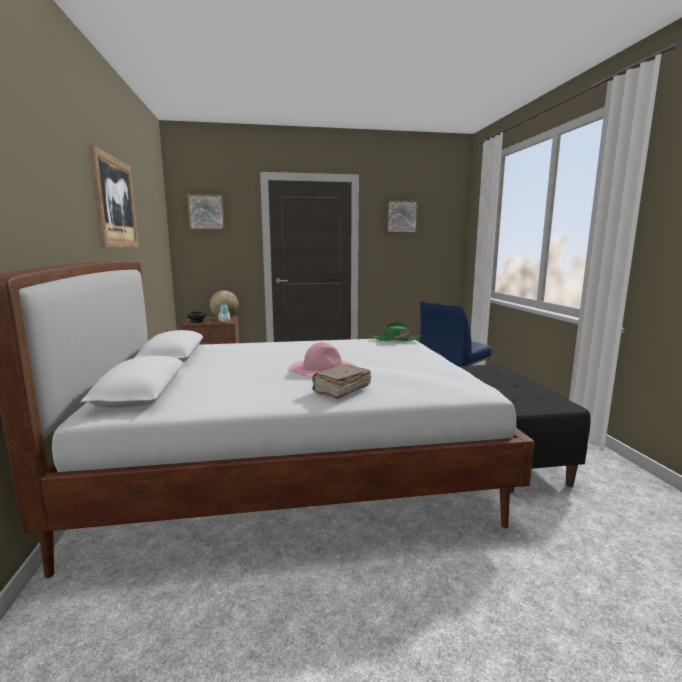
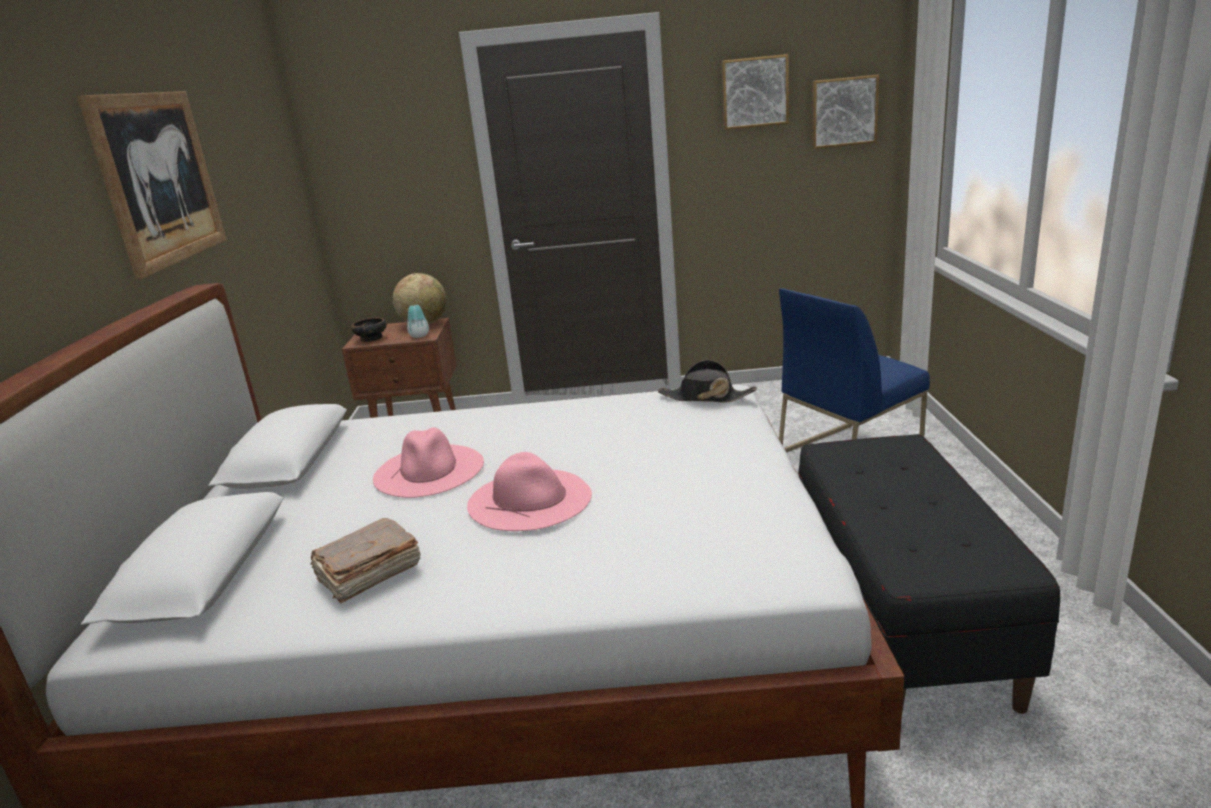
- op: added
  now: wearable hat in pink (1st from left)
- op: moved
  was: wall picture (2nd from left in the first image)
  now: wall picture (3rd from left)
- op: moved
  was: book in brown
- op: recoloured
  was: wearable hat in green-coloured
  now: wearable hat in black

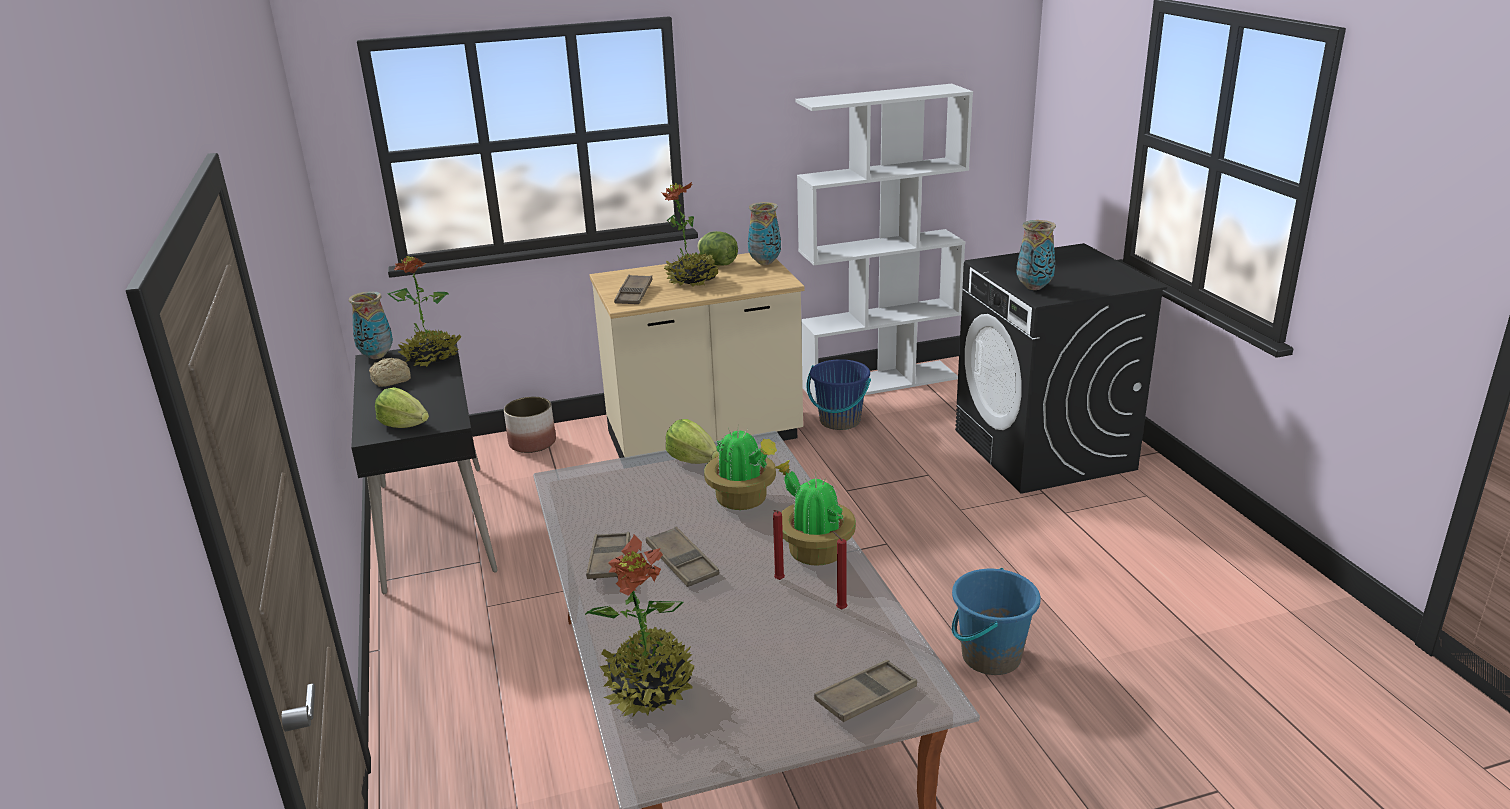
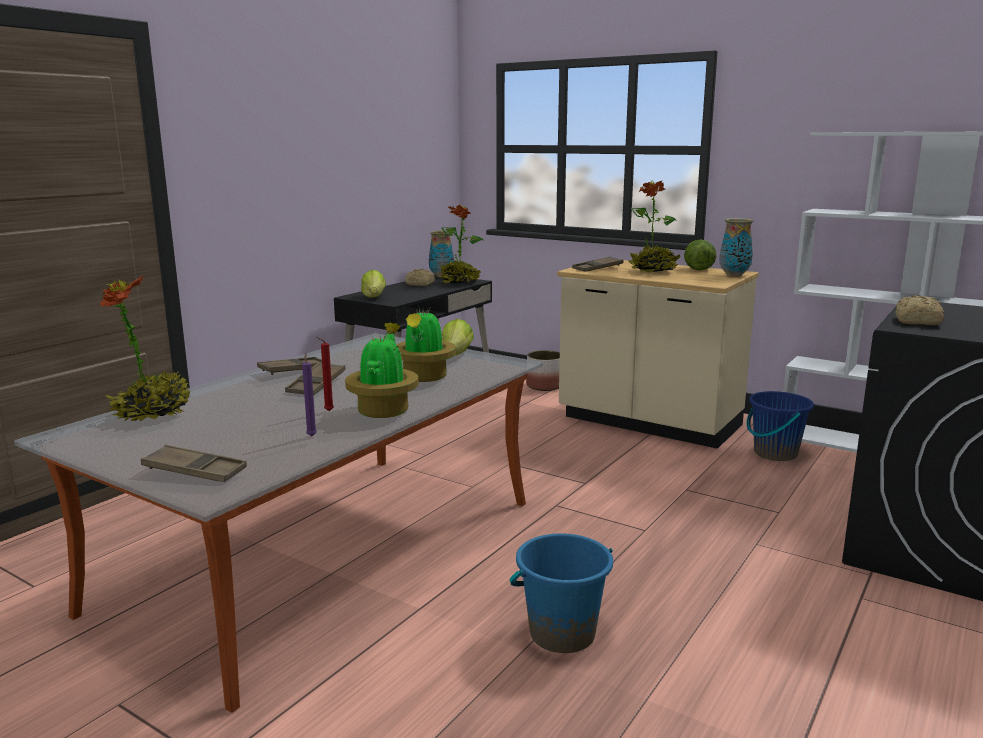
- op: replaced
  was: vase (3rd from left)
  now: bread (2nd from left)
- op: recoloured
  was: candle in red-coloured (2nd from left)
  now: candle in purplish

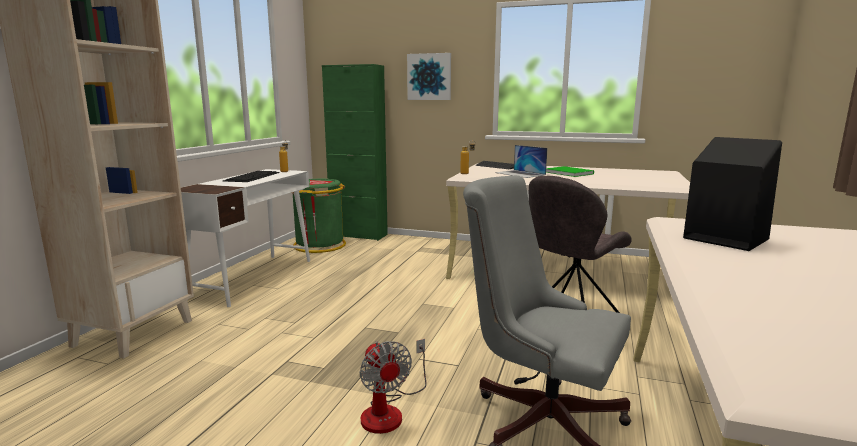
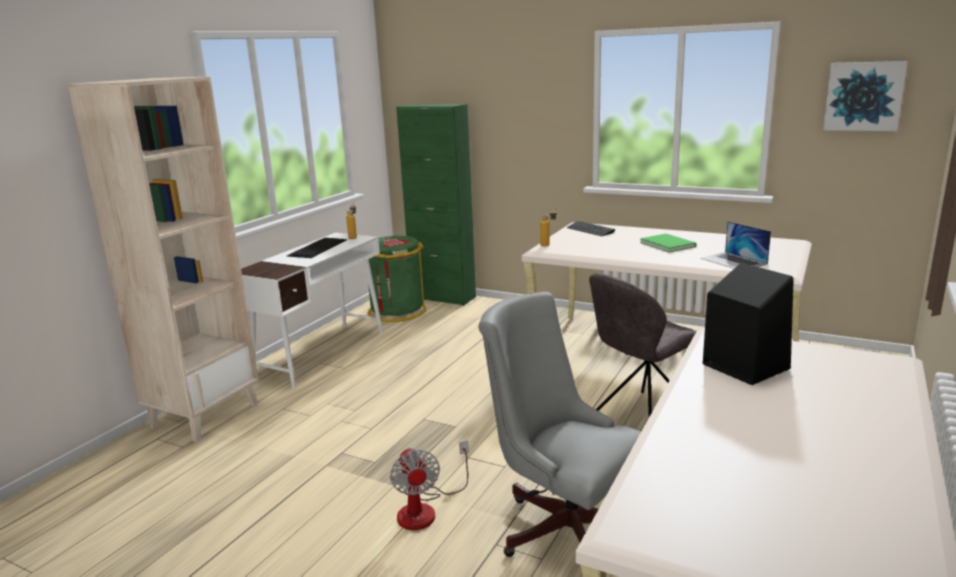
- op: moved
  was: wall picture
- op: moved
  was: portable computer

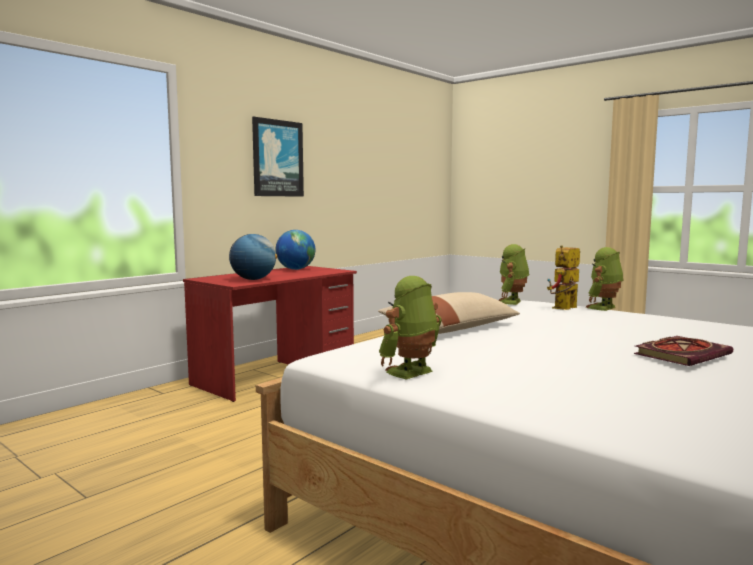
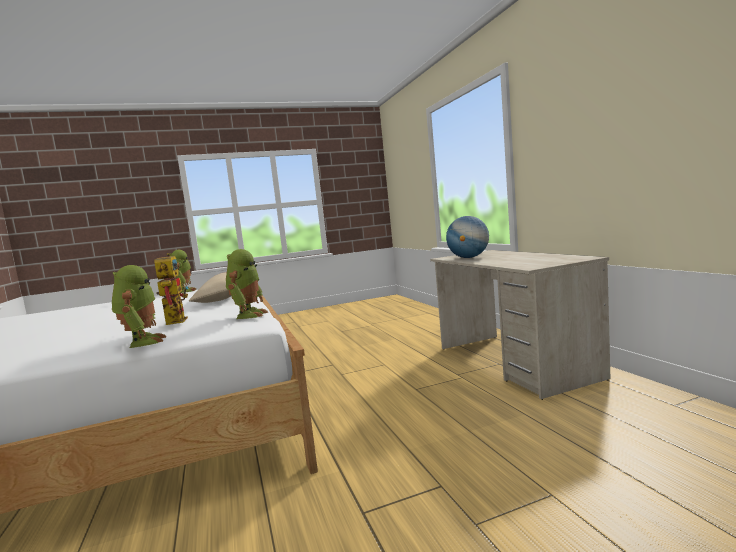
- op: removed
  was: wall picture
- op: removed
  was: world globe (2nd from left)
- op: removed
  was: book
- op: recoloured
  was: desk table in red-coloured
  now: desk table in beige-coloured
- op: turned
  was: model robot (2nd from left in the first image)
  clockwise: 45

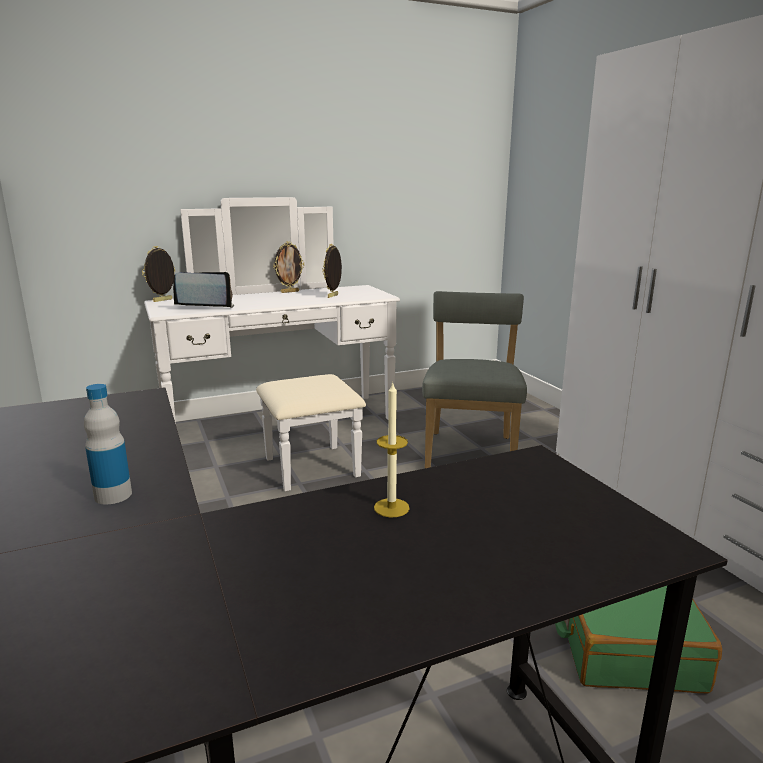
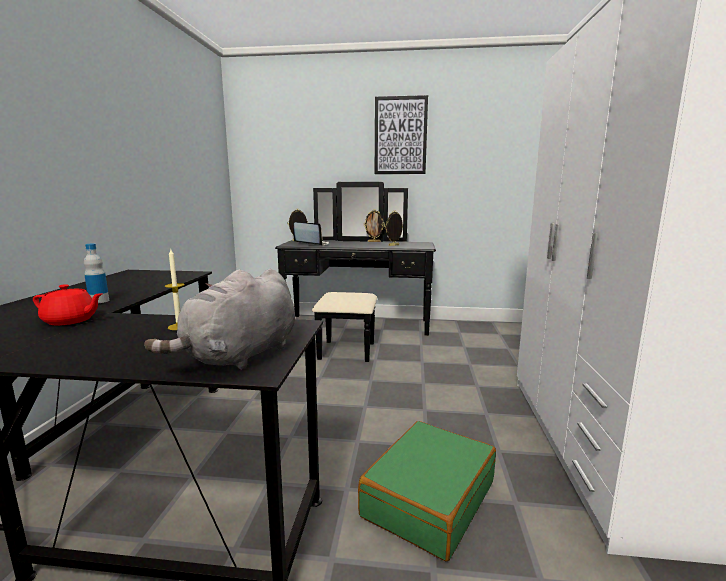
- op: removed
  was: plain chair in greyish
- op: added
  now: tea pot in red-coloured
- op: added
  now: plush toy in greyish
- op: added
  now: wall picture
- op: recoloured
  was: dresser in white-coloured
  now: dresser in black

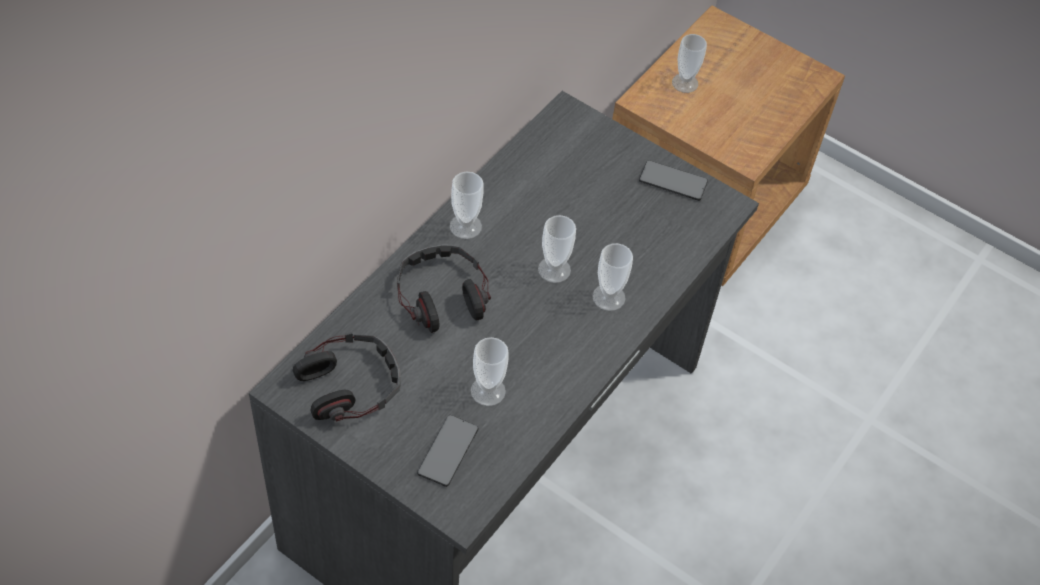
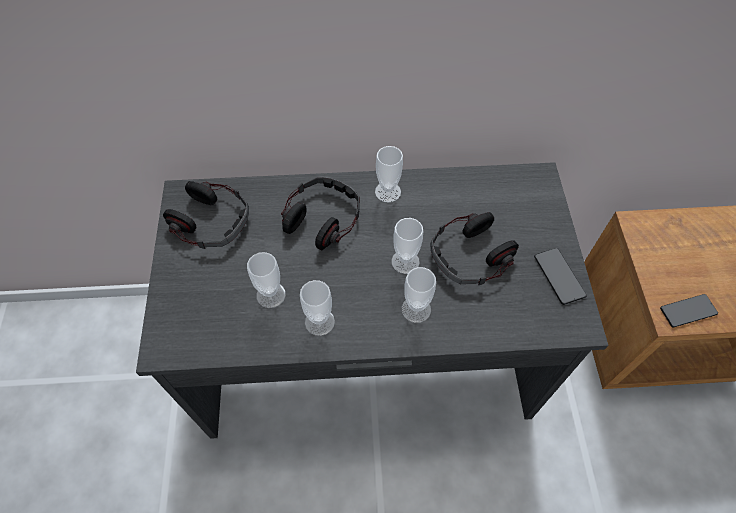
- op: added
  now: headphones (3rd from left)
- op: moved
  was: phone (1st from left in the first image)
  now: phone (2nd from left)
- op: moved
  was: cup (5th from left in the first image)
  now: cup (2nd from left)

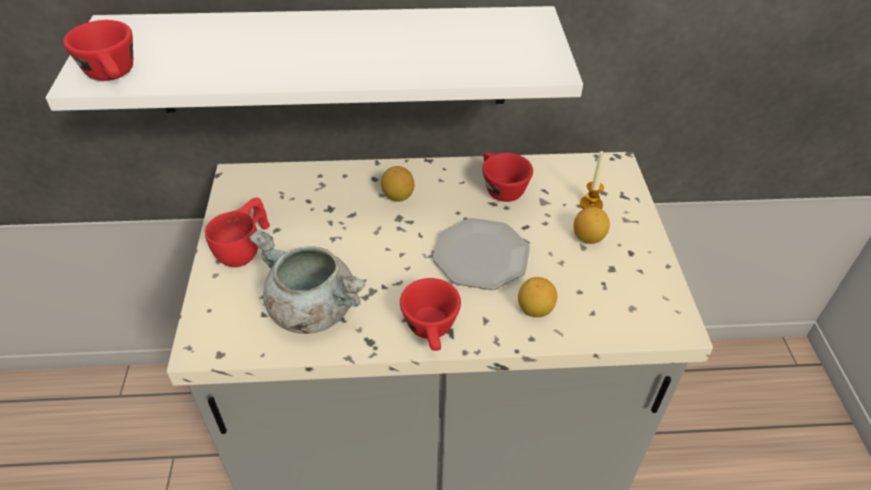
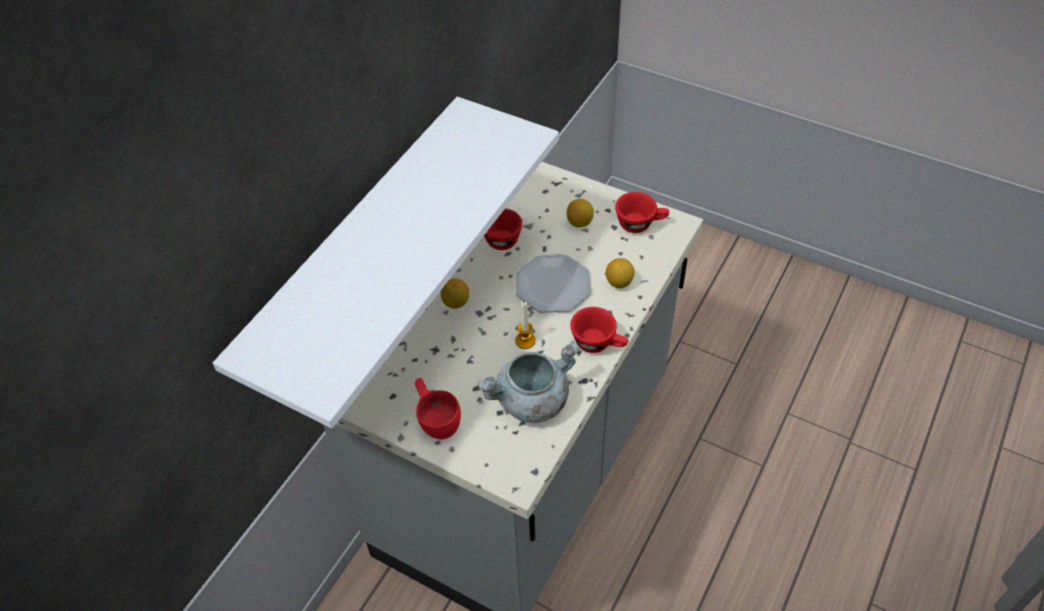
- op: moved
  was: cup in red-coloured (1st from left in the first image)
  now: cup in red-coloured (4th from left)
- op: moved
  was: candle

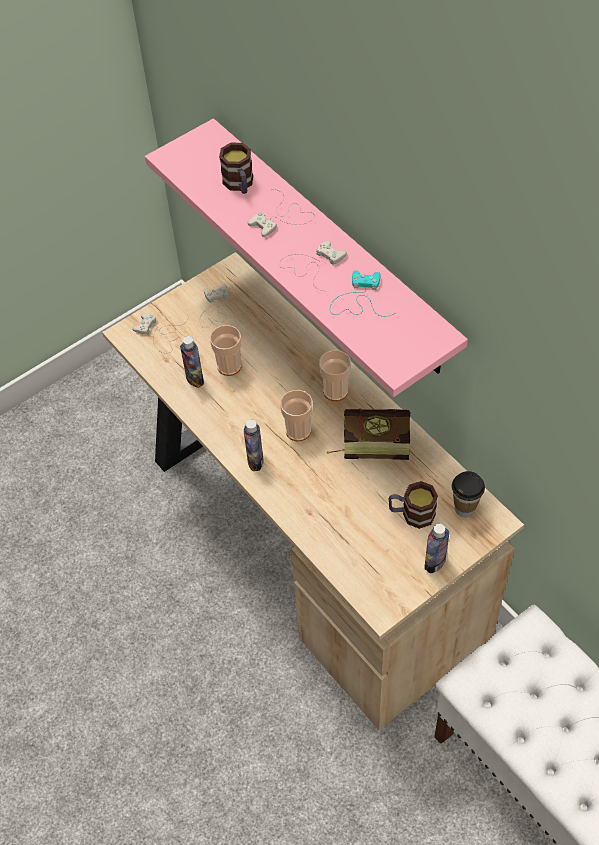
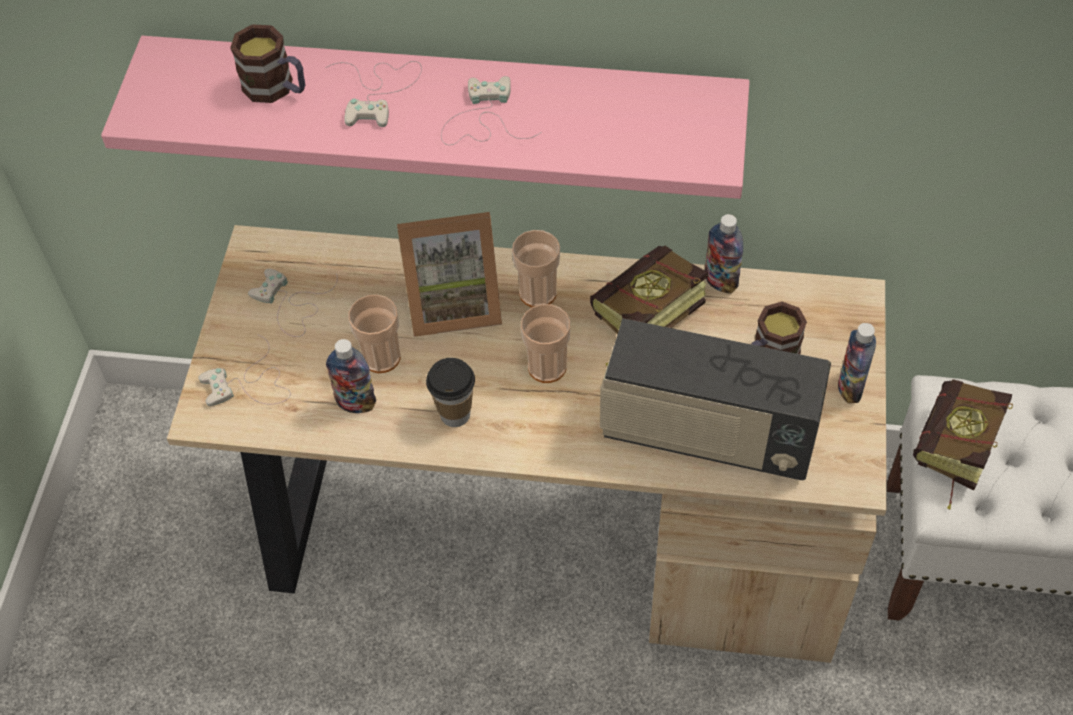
- op: removed
  was: joypad in turquoise-coloured
- op: added
  now: picture frame
- op: added
  now: radio
- op: added
  now: book (2nd from left)
- op: moved
  was: drink bottle (2nd from left)
- op: moved
  was: cup (4th from left in the first image)
  now: cup (2nd from left)

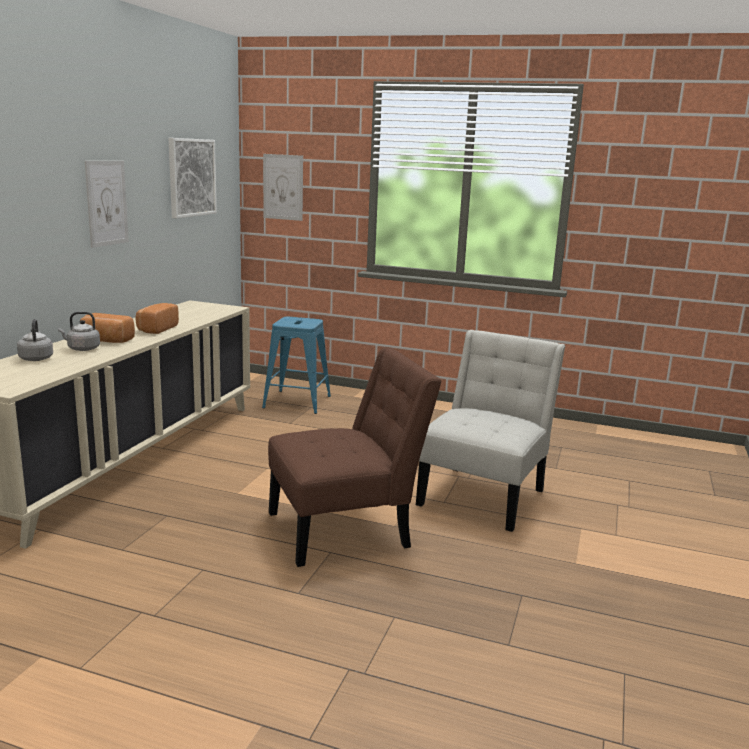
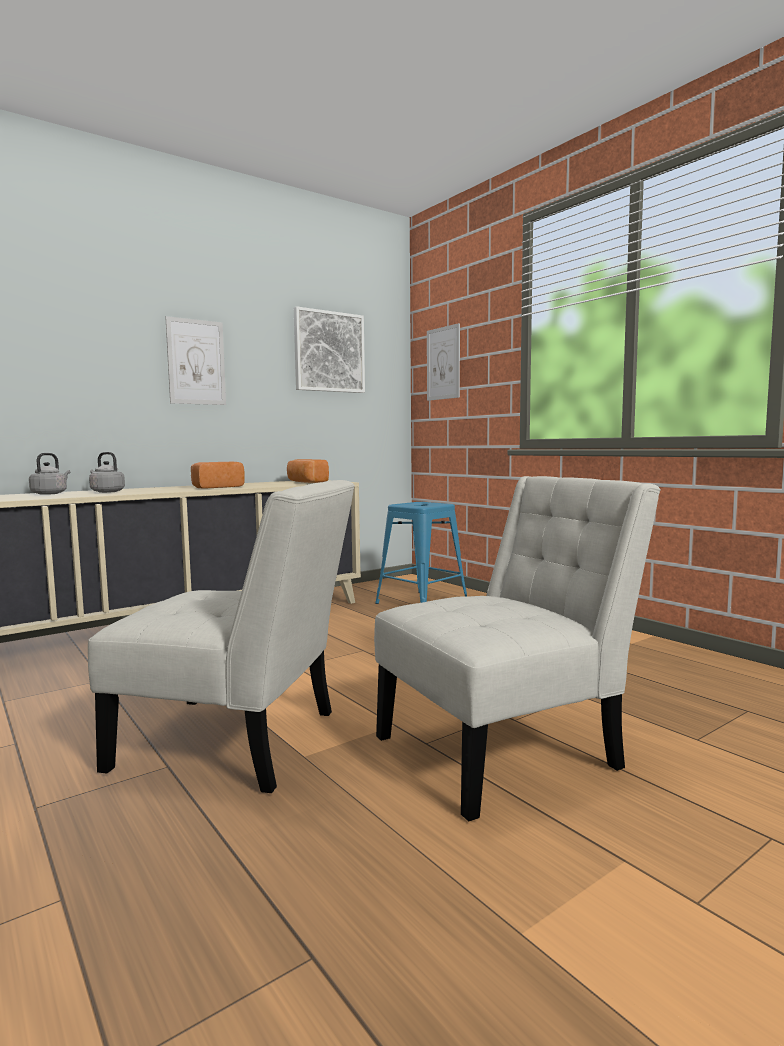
- op: moved
  was: bread (1st from left in the first image)
  now: bread (2nd from left)
- op: recoloured
  was: plain chair in brown
  now: plain chair in white-coloured (1st from left)

